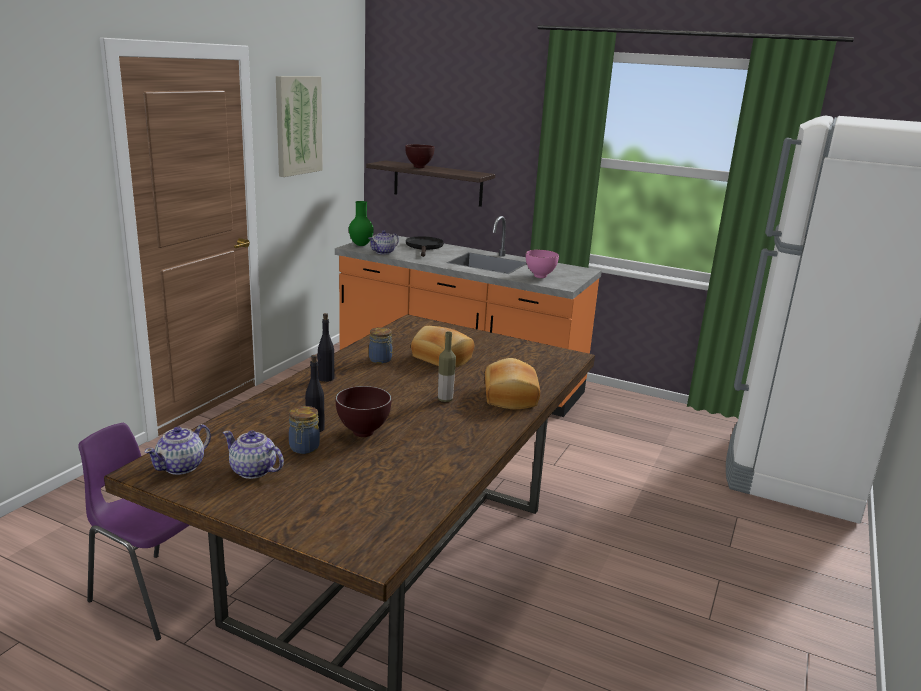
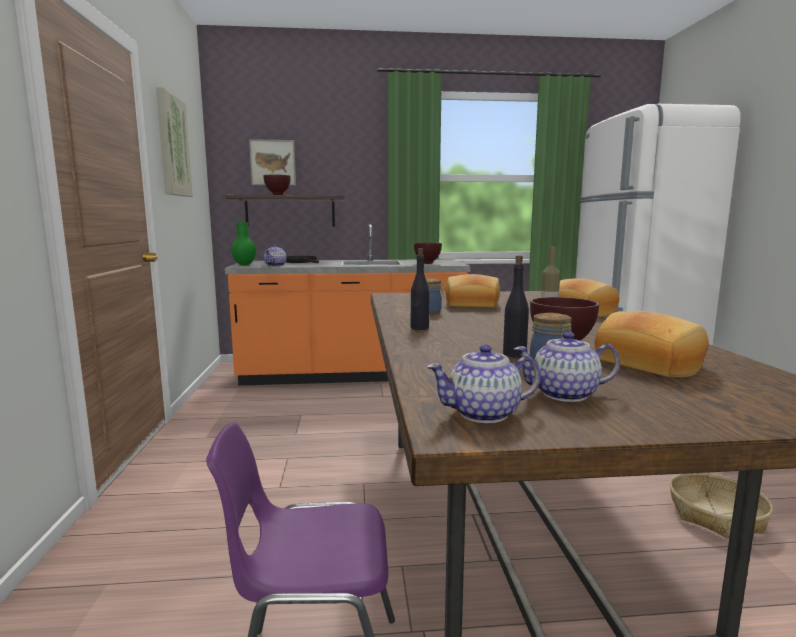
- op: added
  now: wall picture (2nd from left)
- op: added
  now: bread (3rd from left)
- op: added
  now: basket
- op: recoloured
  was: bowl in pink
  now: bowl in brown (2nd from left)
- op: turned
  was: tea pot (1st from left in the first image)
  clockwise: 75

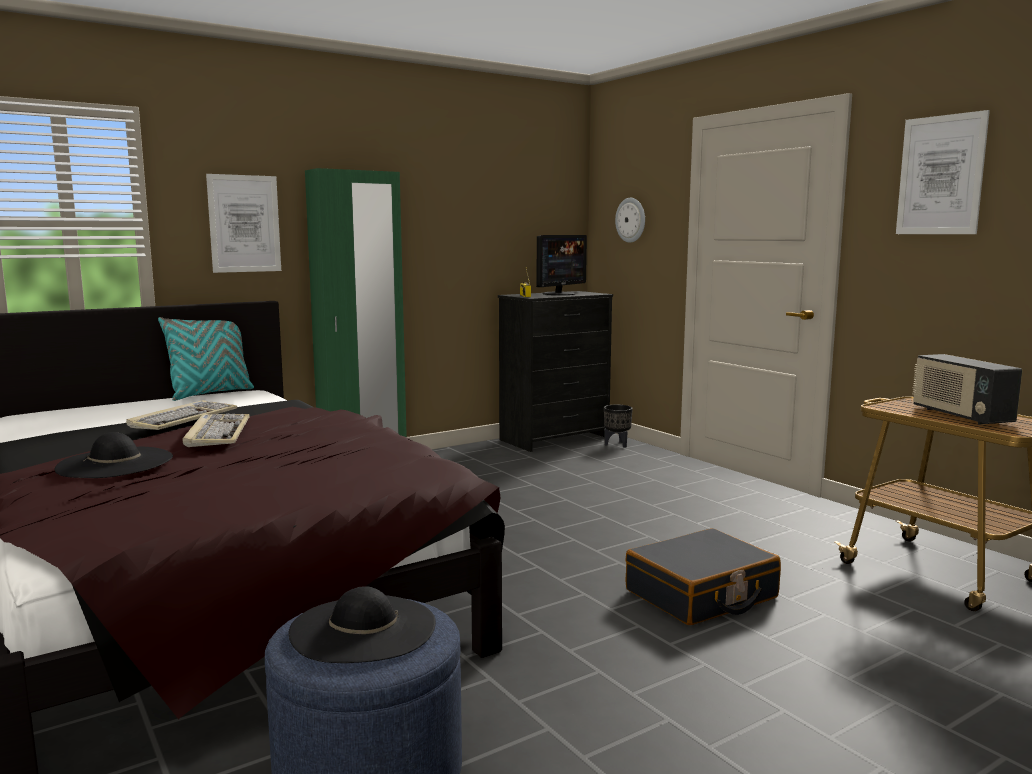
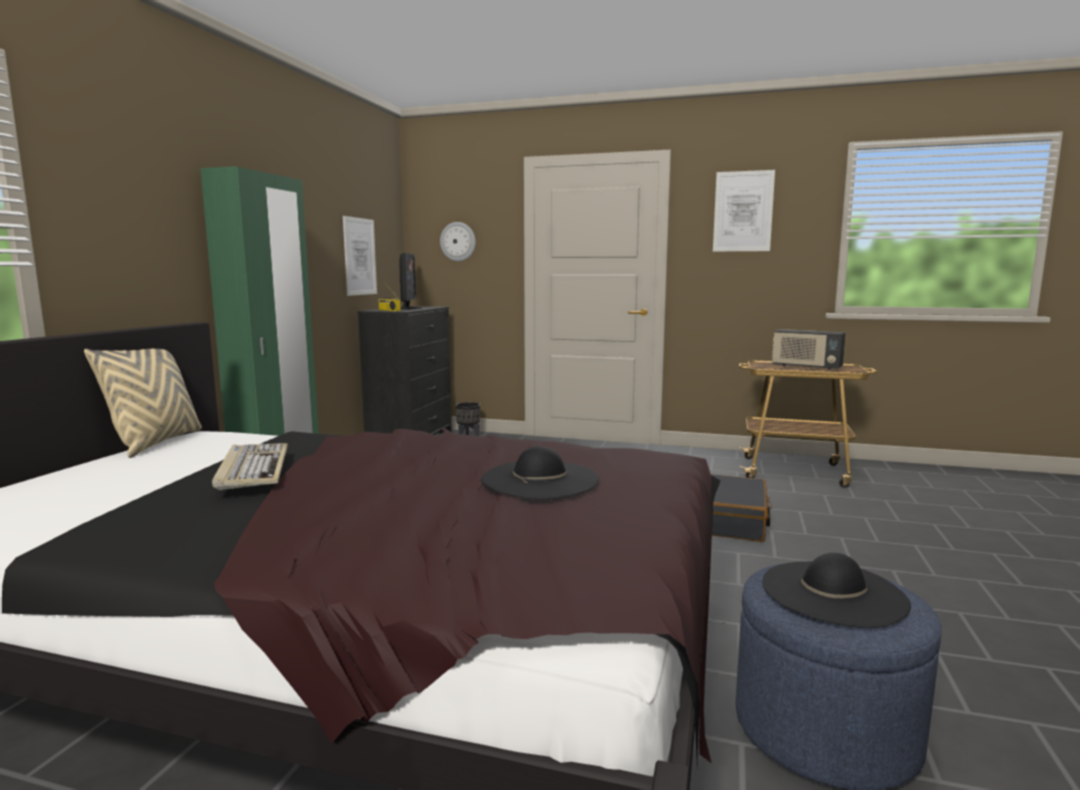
- op: removed
  was: PC keyboard (2nd from left)
- op: moved
  was: wearable hat in black (1st from left)
- op: moved
  was: wall picture (1st from left)
- op: recoloured
  was: pillow in turquoise-coloured
  now: pillow in beige-coloured

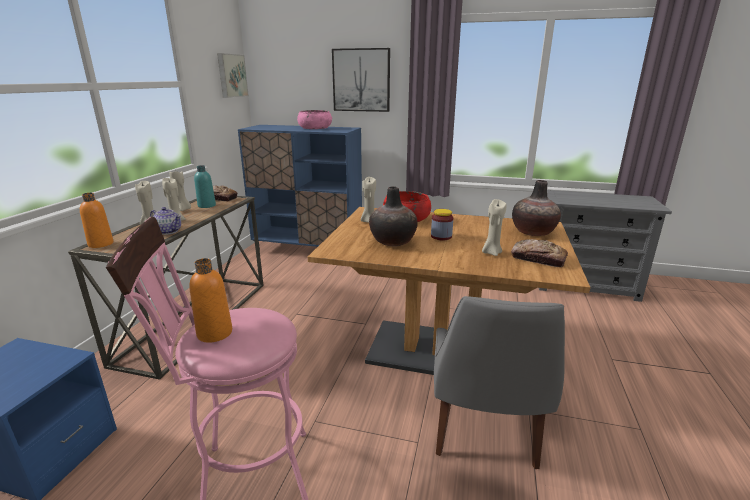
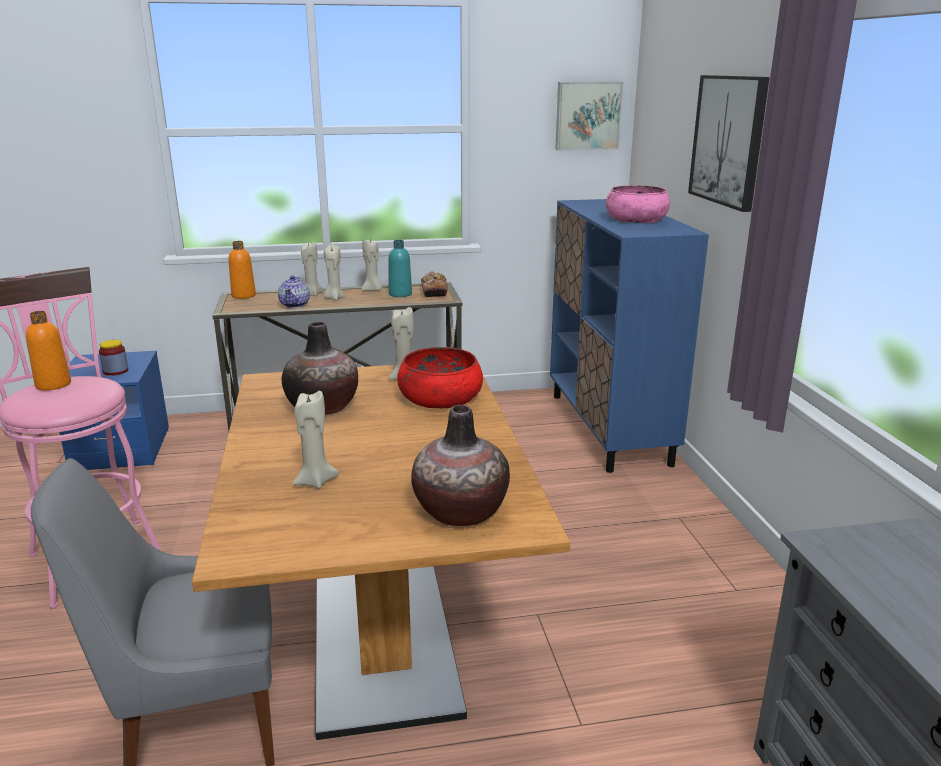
- op: removed
  was: bread (2nd from left)
- op: moved
  was: preserve jar

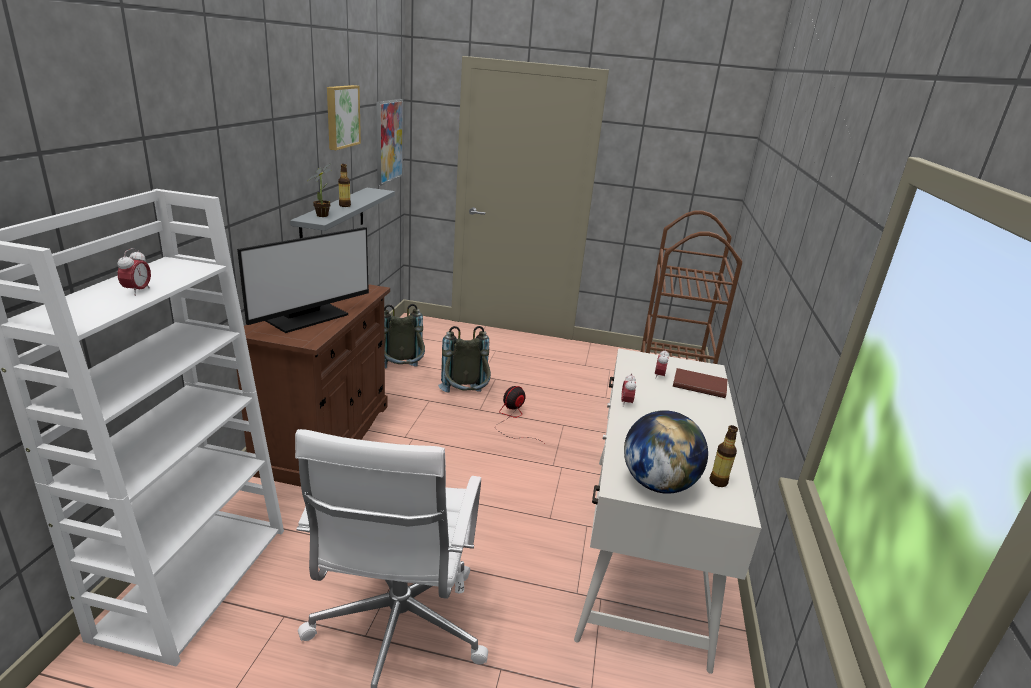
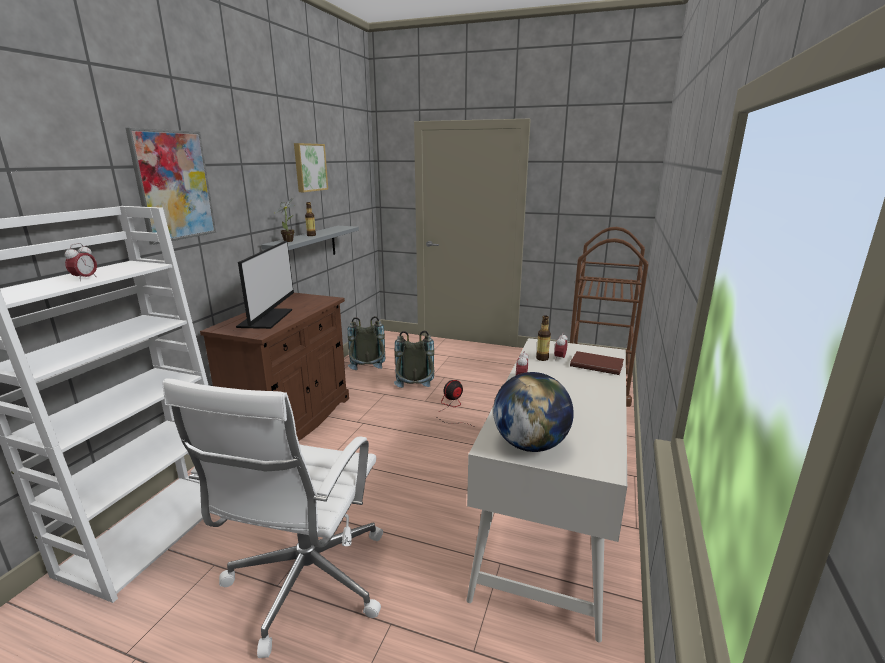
- op: moved
  was: wall picture (2nd from left in the first image)
  now: wall picture (1st from left)
- op: moved
  was: drink bottle (2nd from left)
- op: turned
  was: computer display
  clockwise: -45

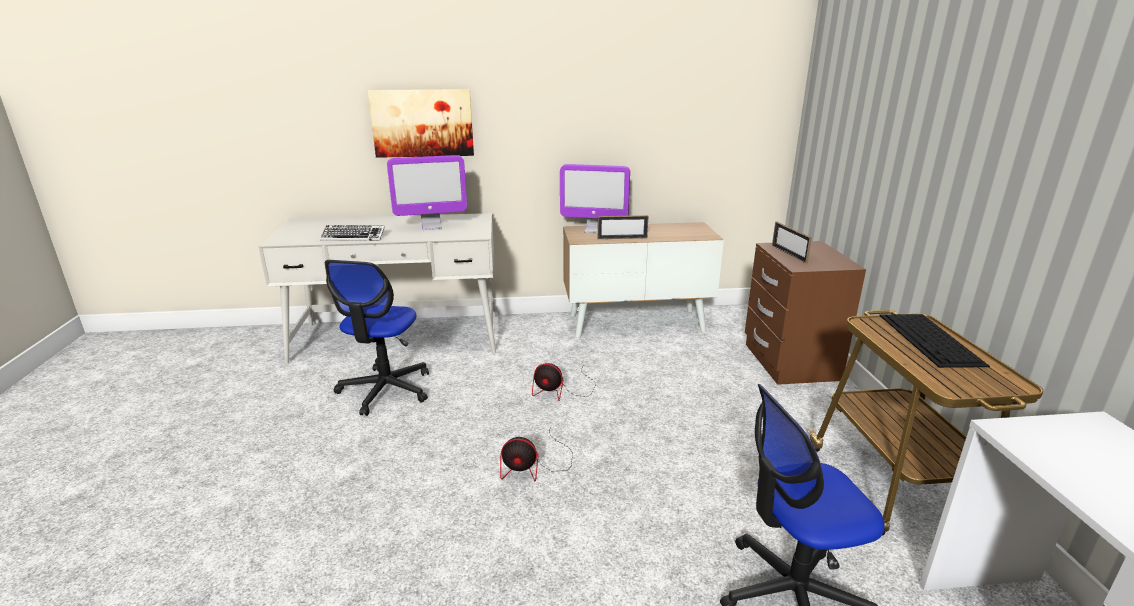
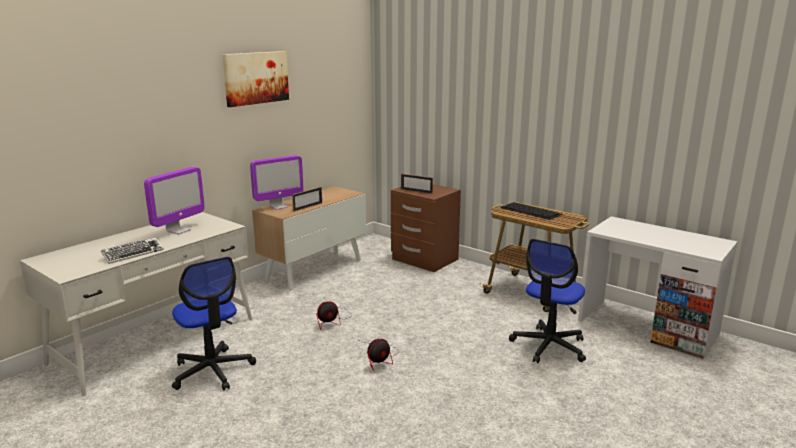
- op: moved
  was: wall picture

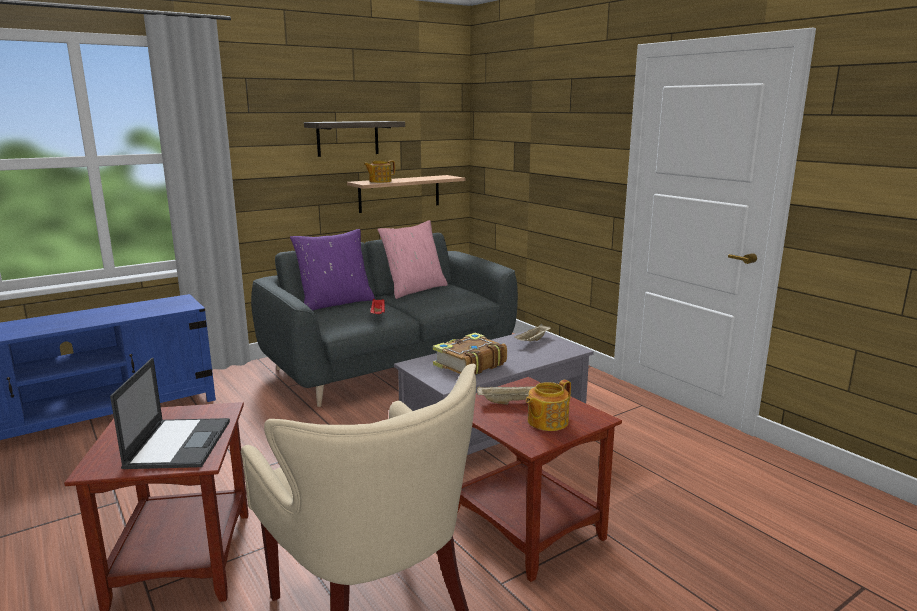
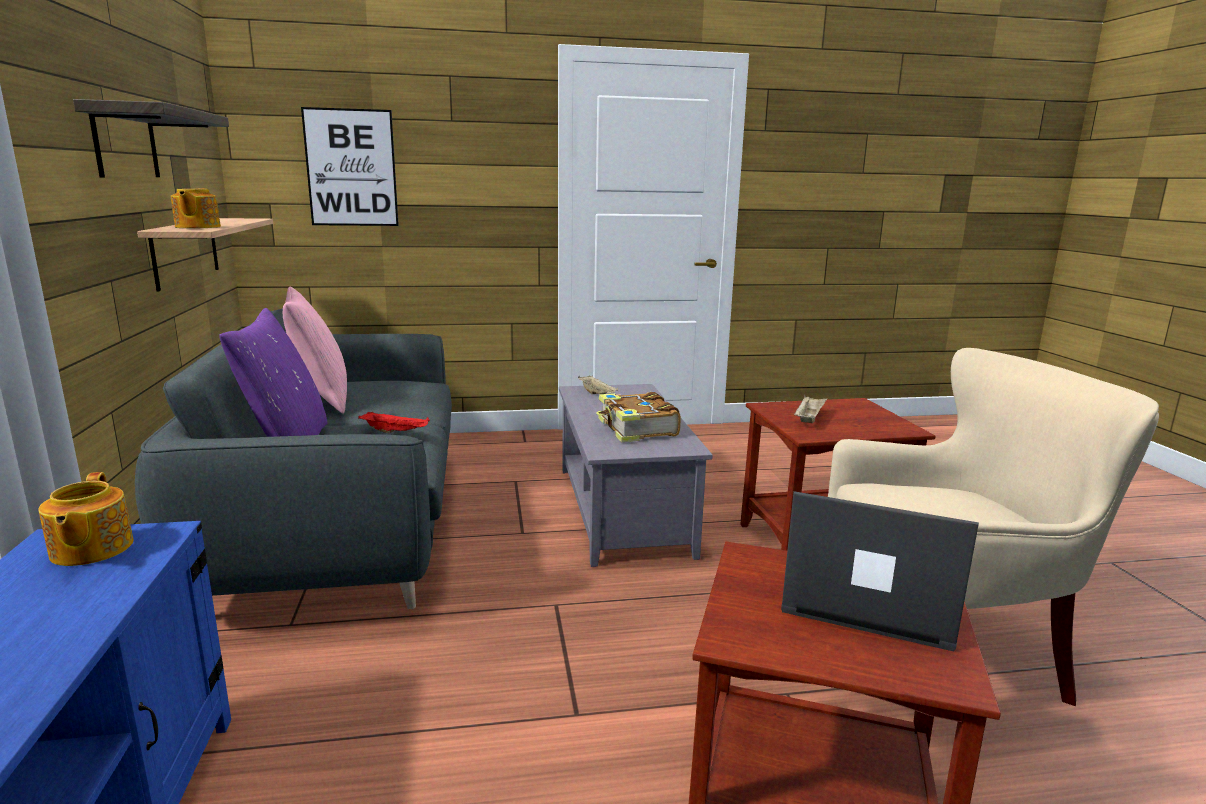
- op: added
  now: wall picture
- op: moved
  was: tea pot (2nd from left in the first image)
  now: tea pot (1st from left)

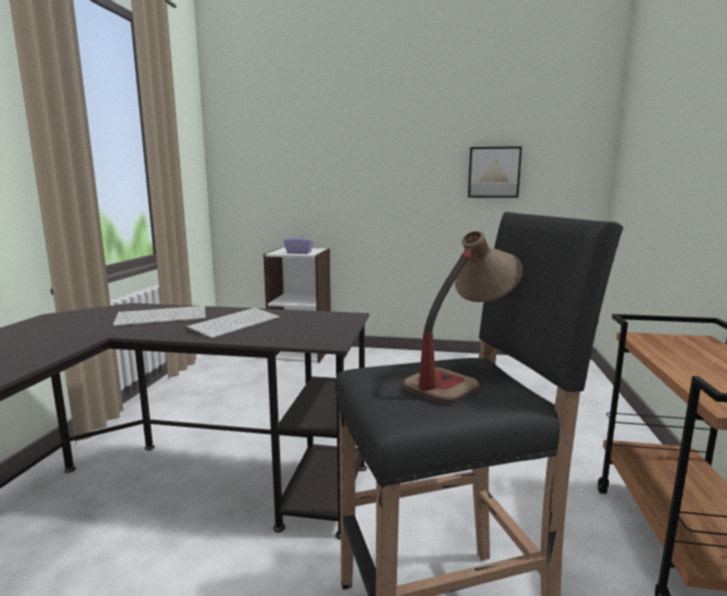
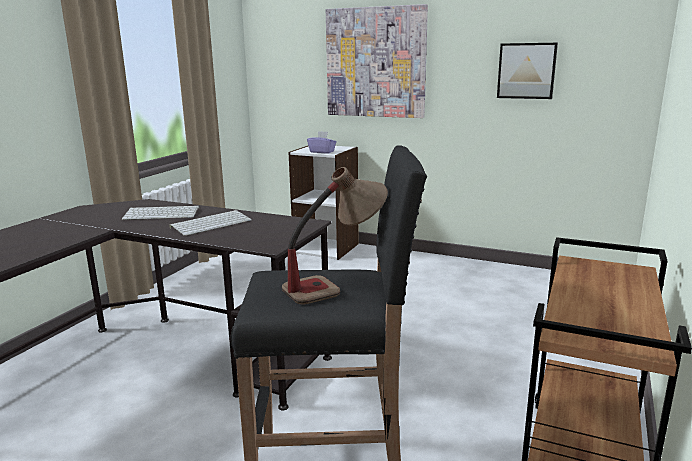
- op: added
  now: wall picture (1st from left)

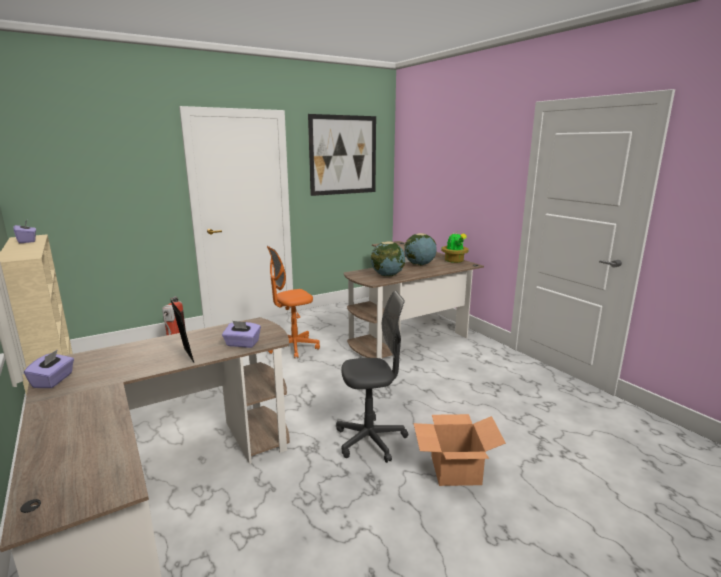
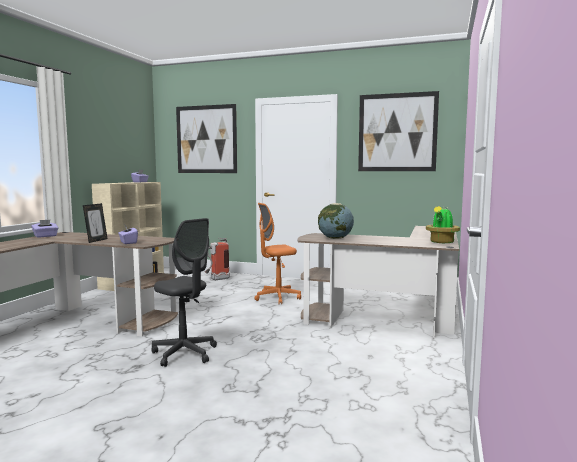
- op: removed
  was: world globe (2nd from left)
- op: removed
  was: cardboard box
- op: added
  now: wall picture (1st from left)
- op: turned
  was: office chair in orange-coloured
  clockwise: -45

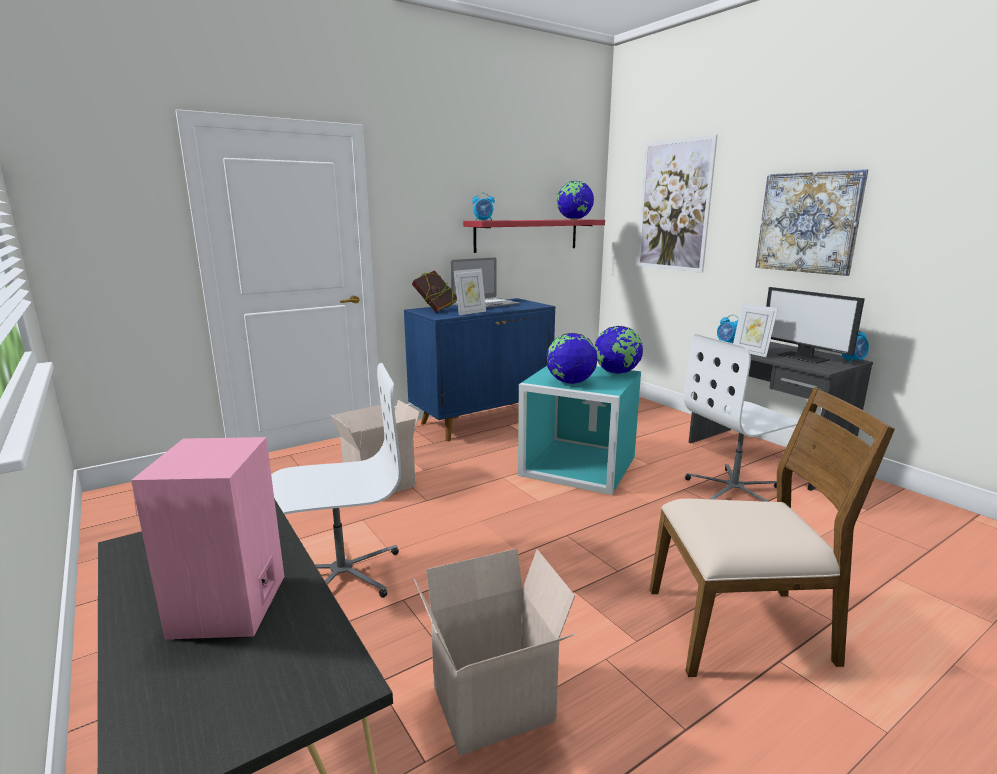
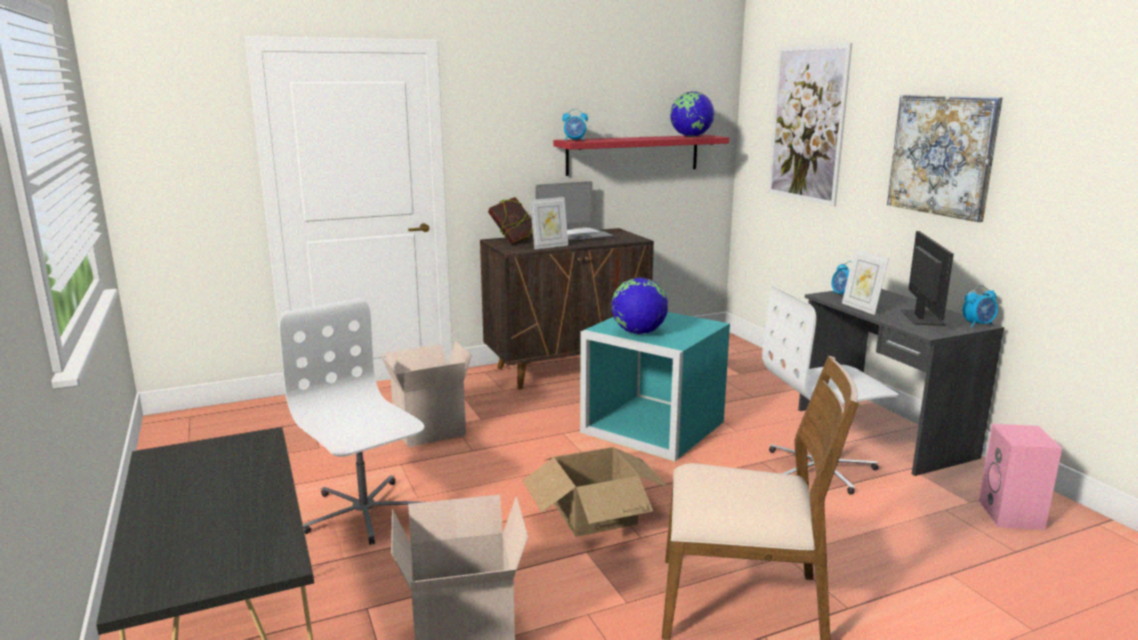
- op: removed
  was: world globe (3rd from left)
- op: added
  now: cardboard box (3rd from left)
- op: moved
  was: loudspeaker in pink
- op: recoloured
  was: cabinet in bluish
  now: cabinet in brown
- op: turned
  was: office chair in white-coloured (1st from left)
  clockwise: -120
- op: turned
  was: computer display
  clockwise: -150

